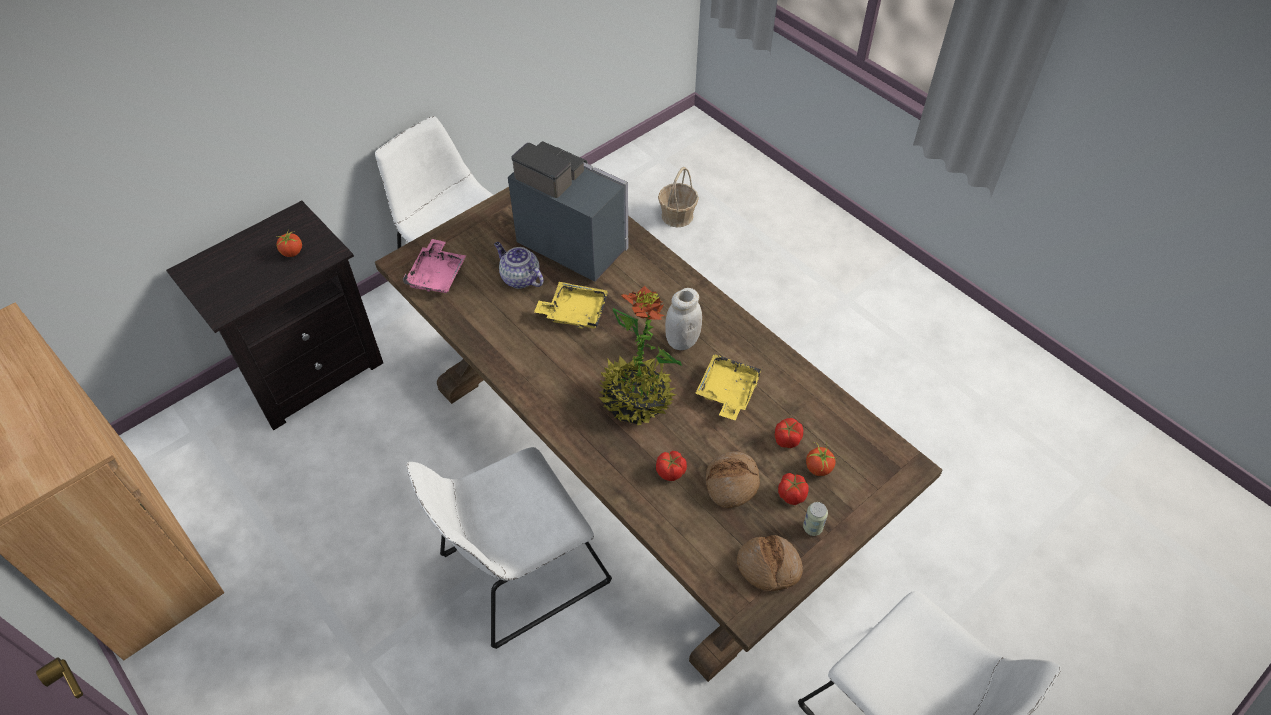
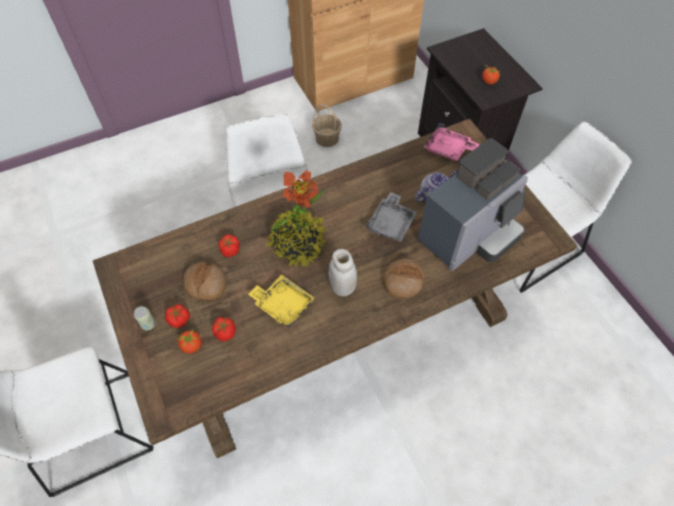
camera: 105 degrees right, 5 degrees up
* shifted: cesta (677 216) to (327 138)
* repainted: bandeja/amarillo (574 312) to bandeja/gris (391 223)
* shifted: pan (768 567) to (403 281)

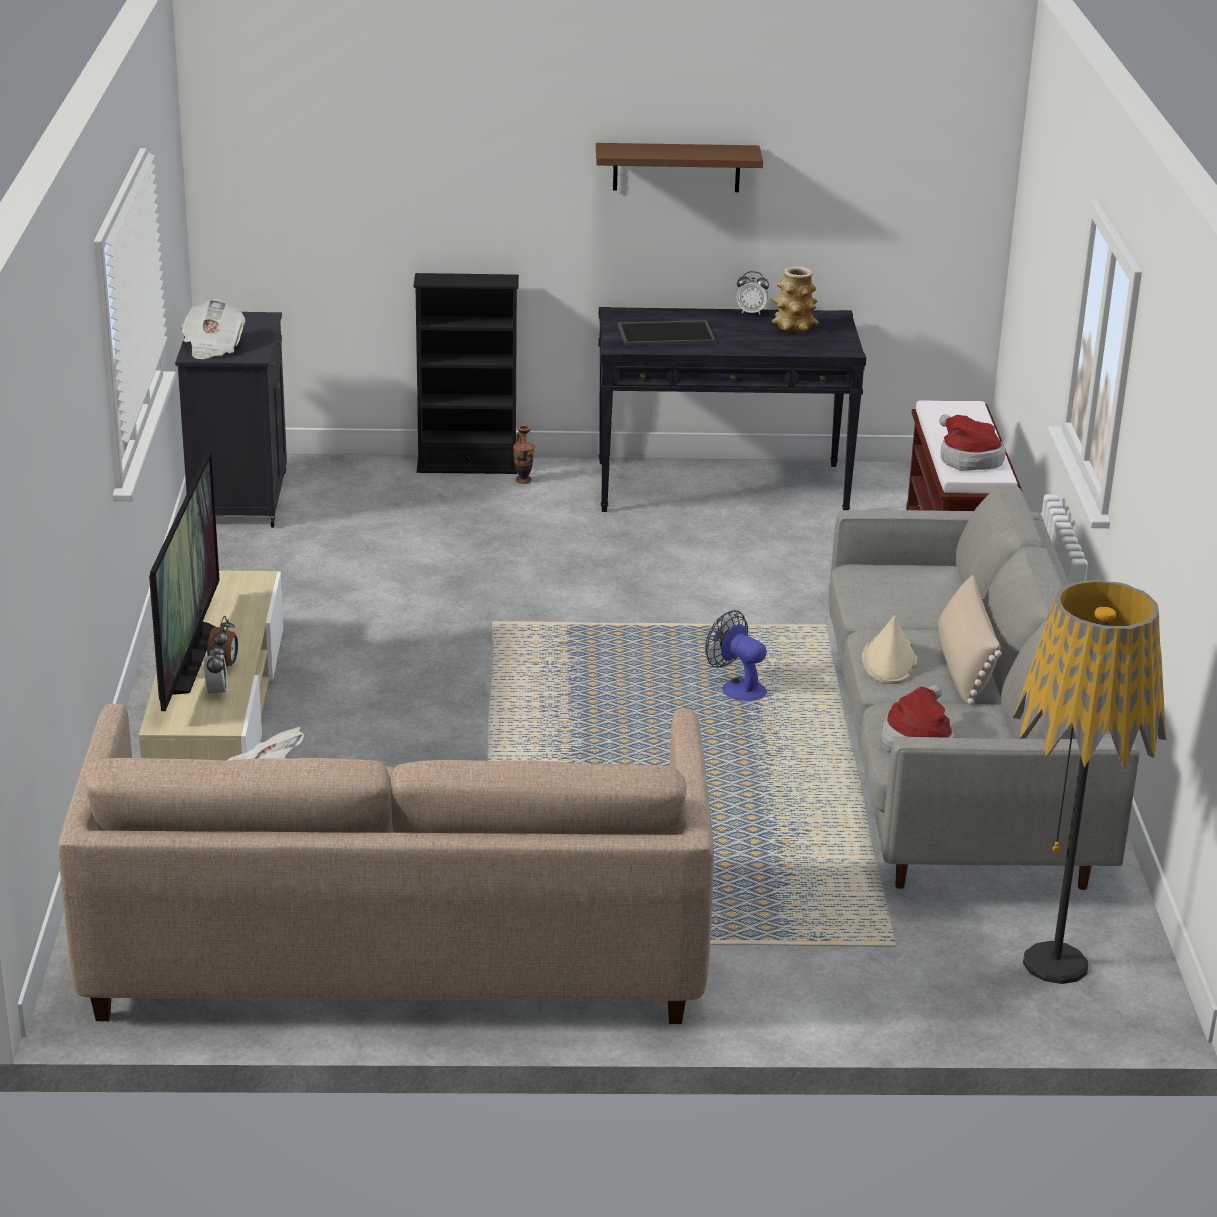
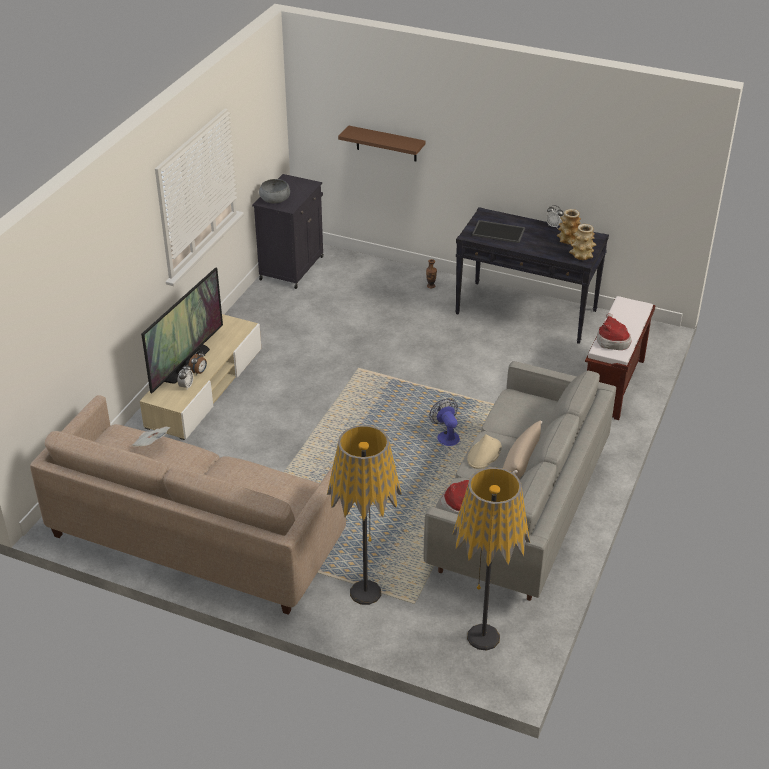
camera: 25 degrees right, 10 degrees up
* shifted: estante/marrón (676 167) to (386 144)
* gone: estantería/negro (467 466)
* swapped: periódico (212 347) to cuenco/gris (275 198)
* new: florero (581 255)
* new: lámpara de pie (365 592)

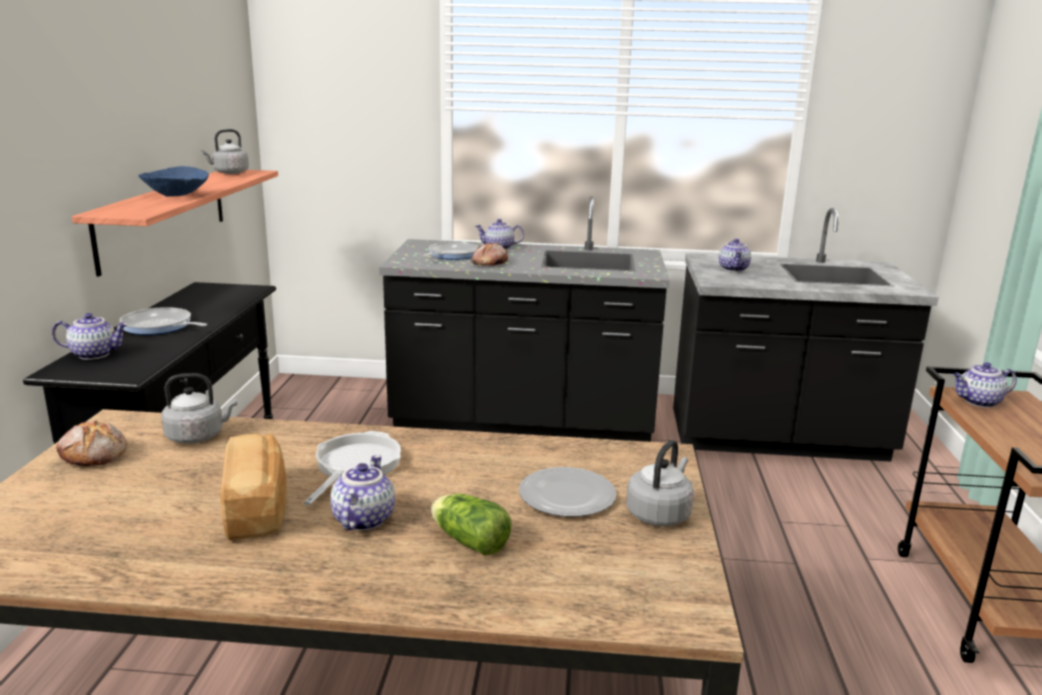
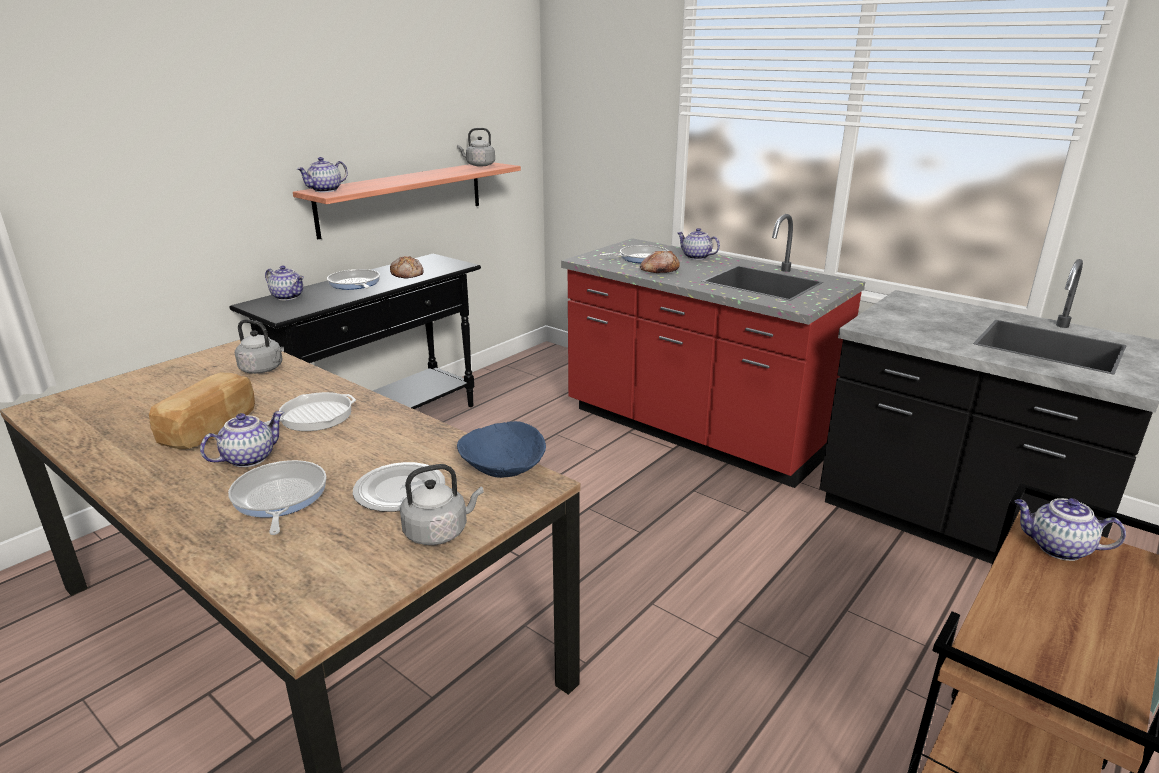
camera: 35 degrees right, 5 degrees up
* shifted: cuenco/azul (176 195) to (503 470)
* repainted: mueble bajo de cocina/negro (523 422) to mueble bajo de cocina/rojo (694 432)
* shifted: tetera (734 269) to (325 190)
* shifted: pan (95 454) to (407 274)
* swapped: lechuga (468 540) to sartén (279 498)

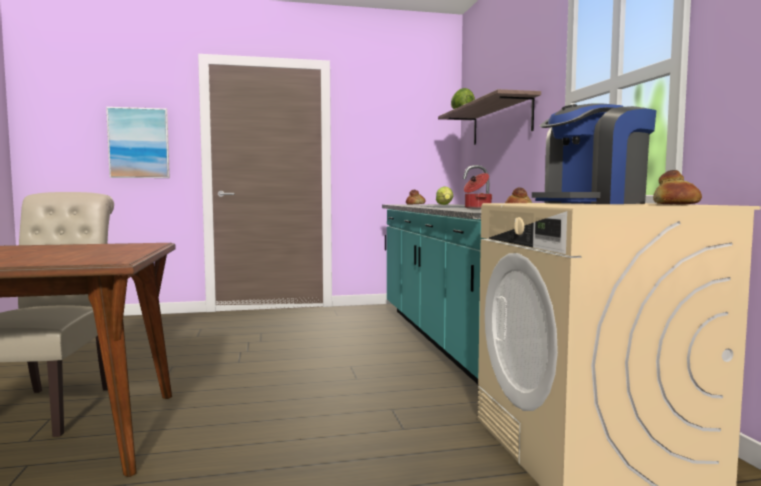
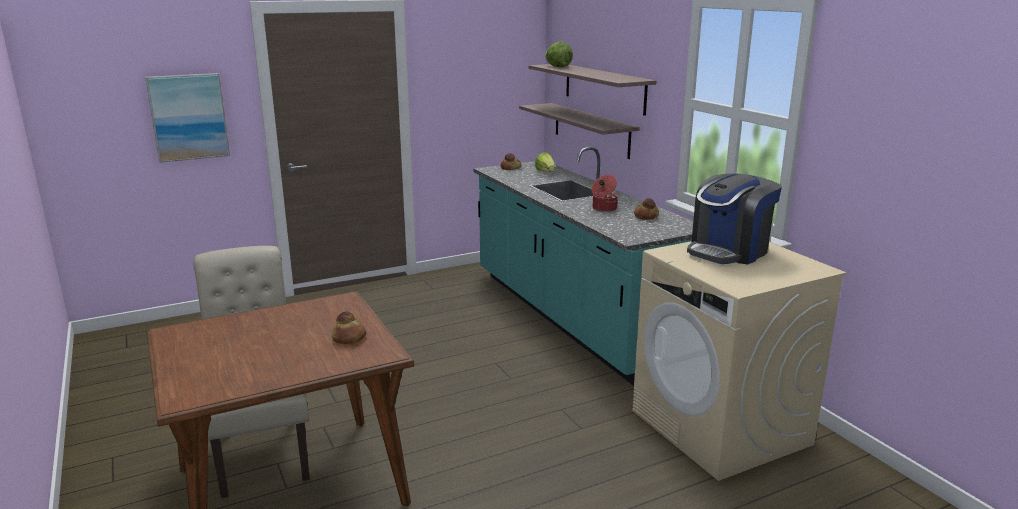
camera: 15 degrees left, 15 degrees up
* shifted: pan (675 204) to (349 338)
* new: estante (591 129)

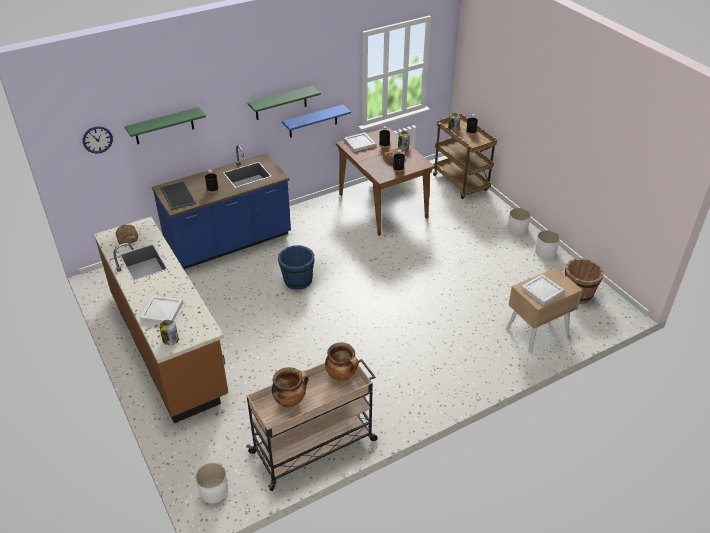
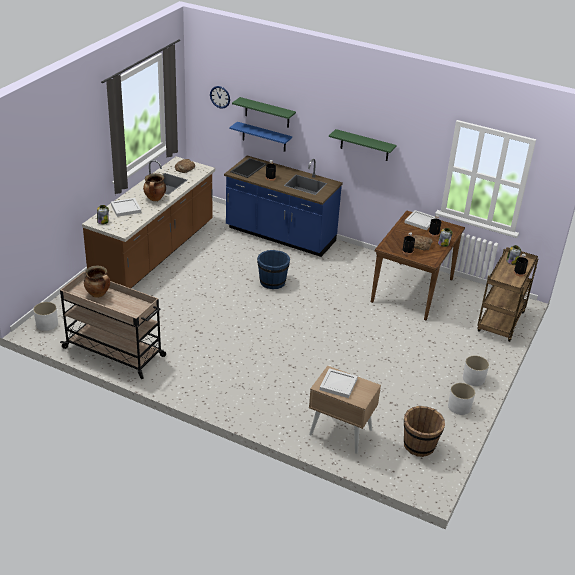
camera: 55 degrees right, 5 degrees down
* shifted: estante/azul (313 121) to (264 137)
* shifted: olla (342 376) to (155 199)

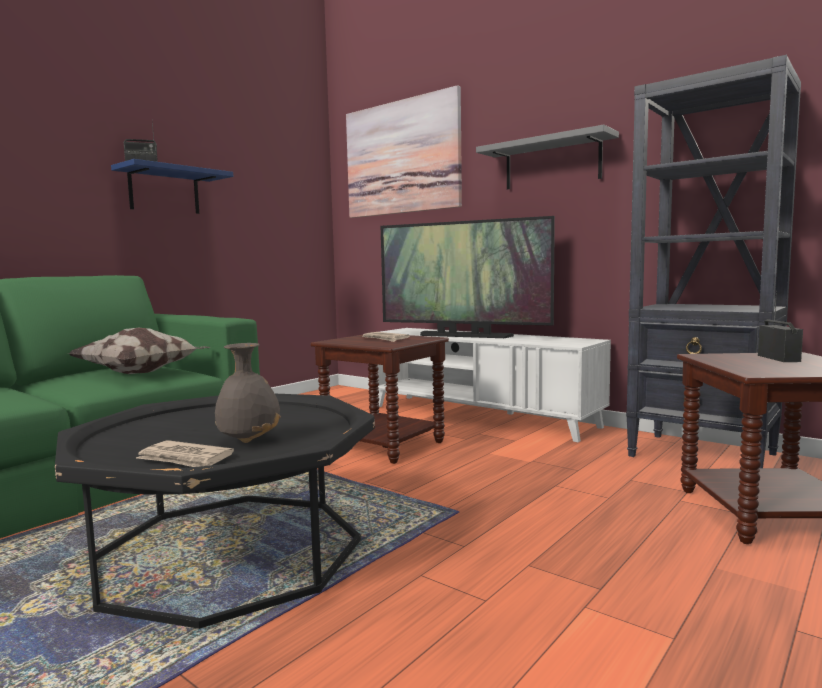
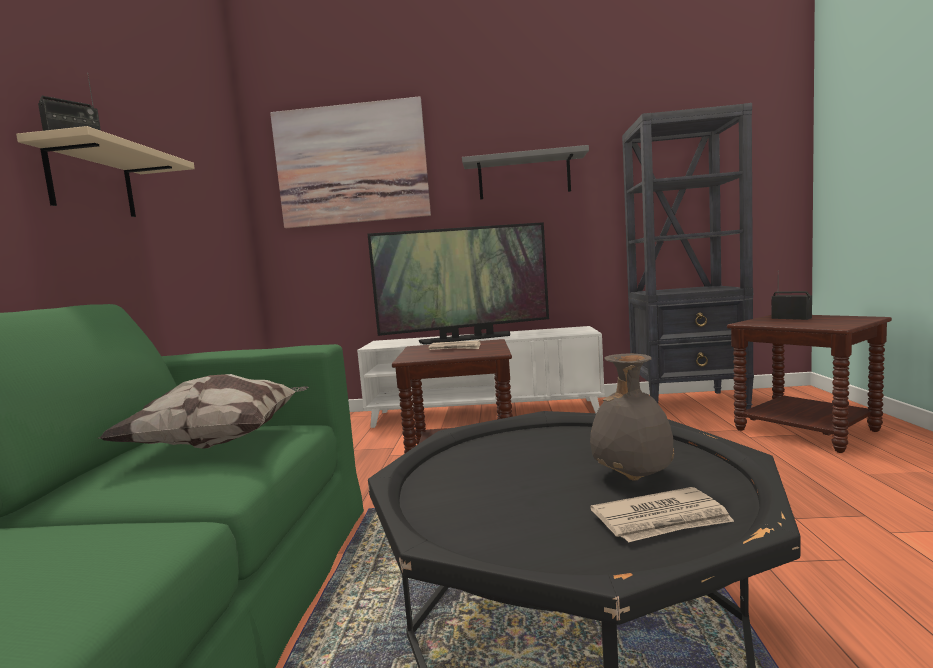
camera: 35 degrees left, 0 degrees up
* repainted: estante/azul (164 191) to estante/beis (91 182)

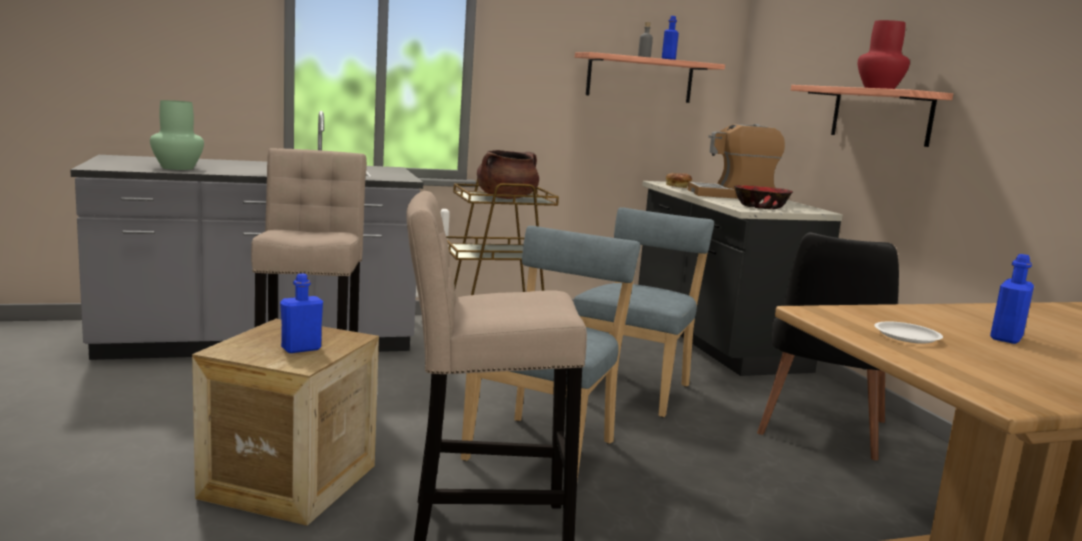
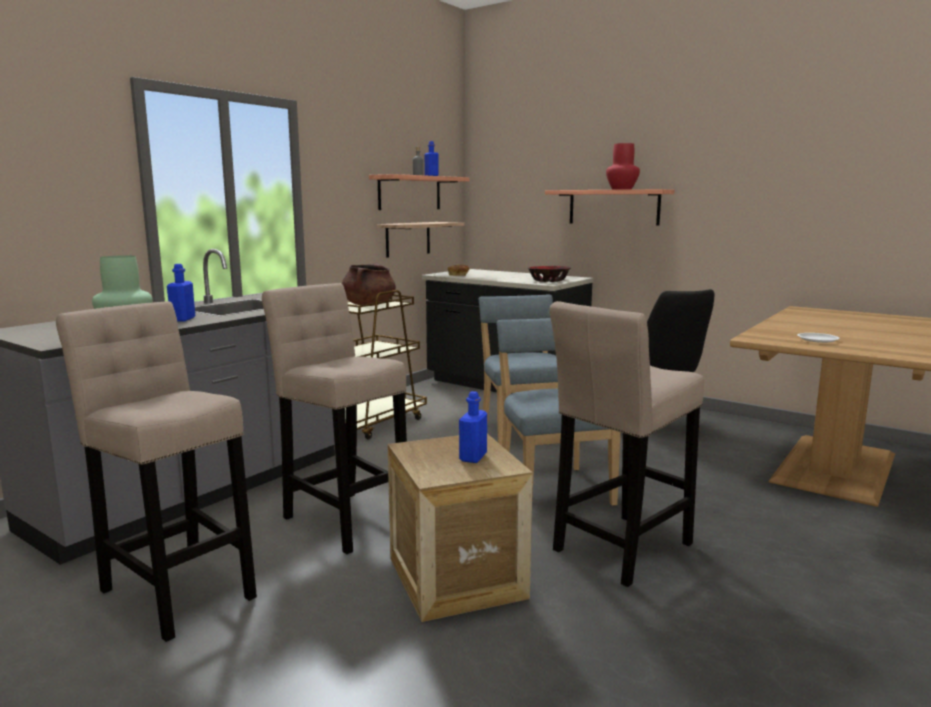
camera: 35 degrees left, 0 degrees up
* gone: cafetera (732 195)
* shifted: botella/azul (1006 338) to (183 319)
* new: estante (408 239)
* new: taburete/beis (175 589)

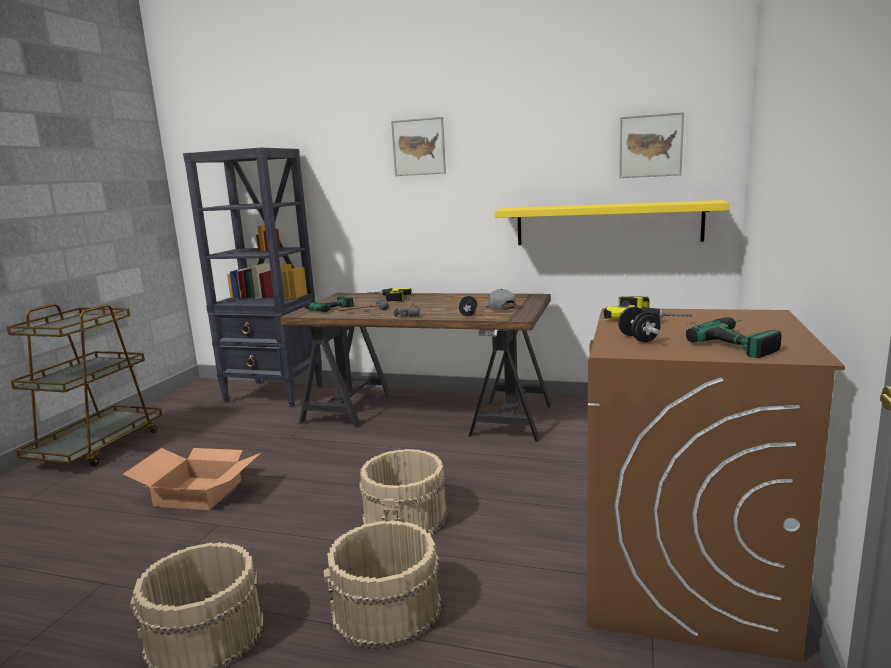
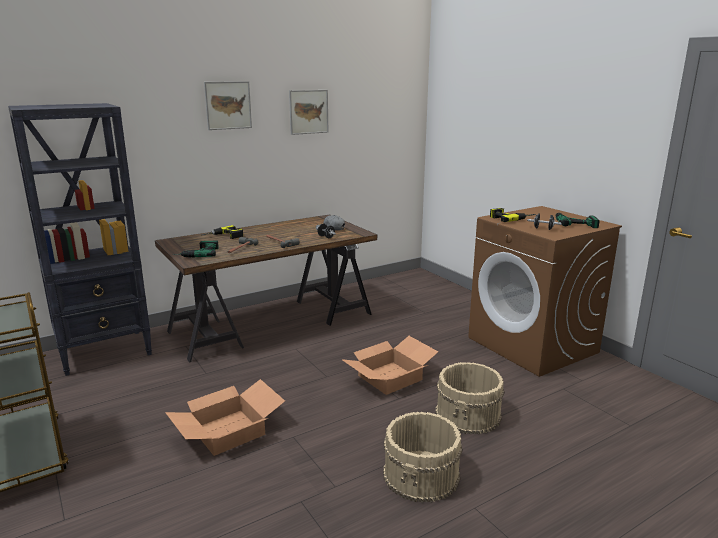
camera: 50 degrees left, 5 degrees up
* shifted: cuadro (650 146) to (308 112)
* gone: estante/amarillo (607 223)
* swapped: cubo/beis (406 517) to caja de cartón (390 377)

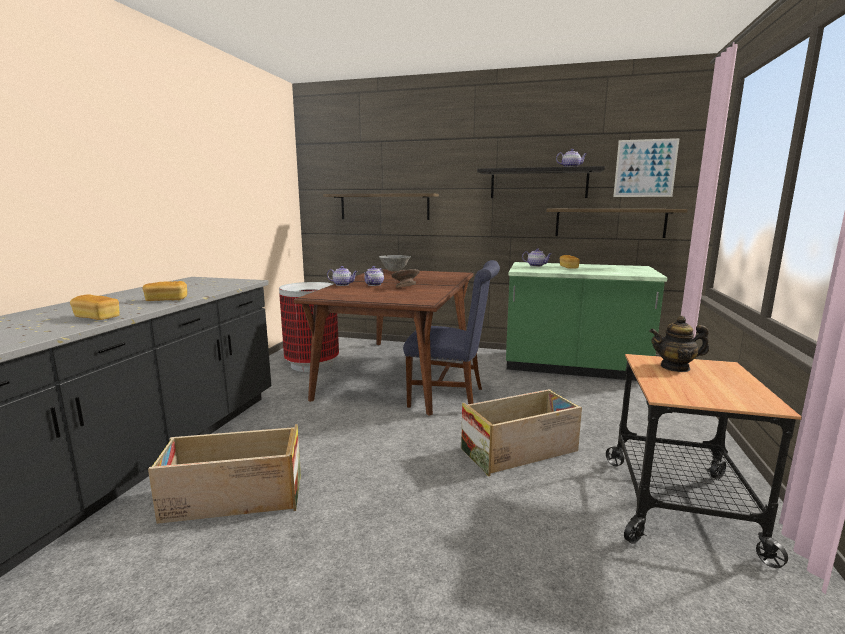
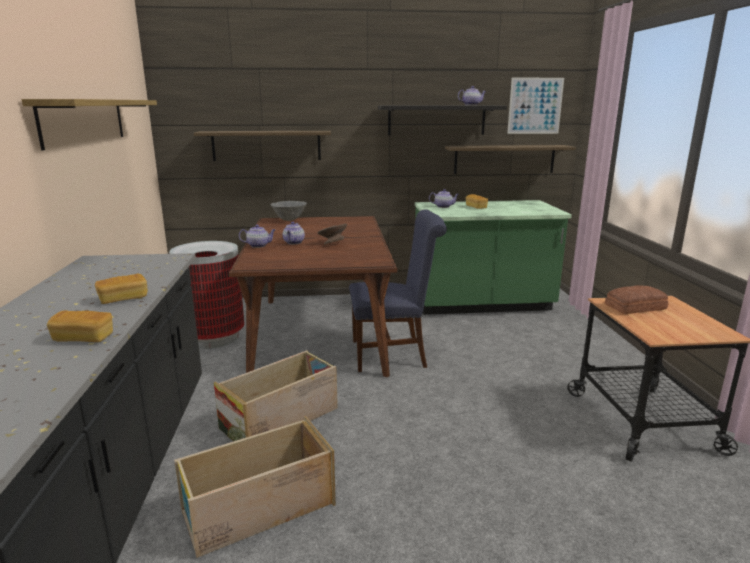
camera: 20 degrees left, 5 degrees up
* swapped: tetera (675 367) to pan (637 307)
* shifted: caja de embalaje (520 450) to (281 418)
* new: estante (84 121)

